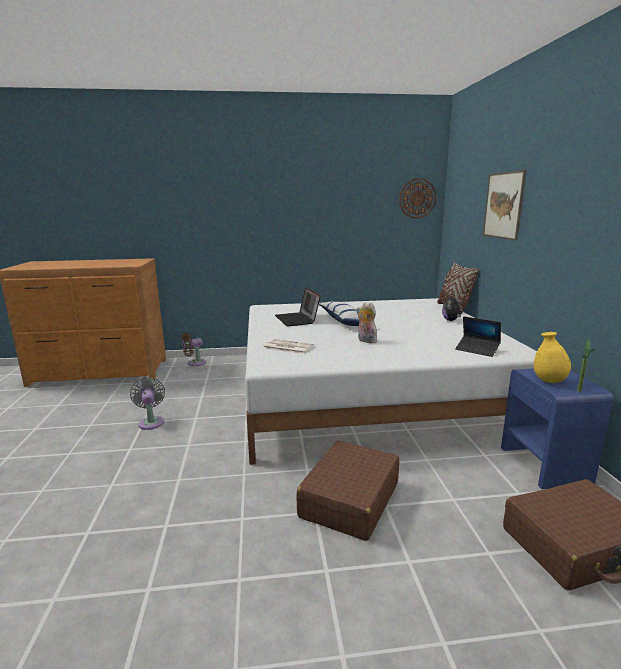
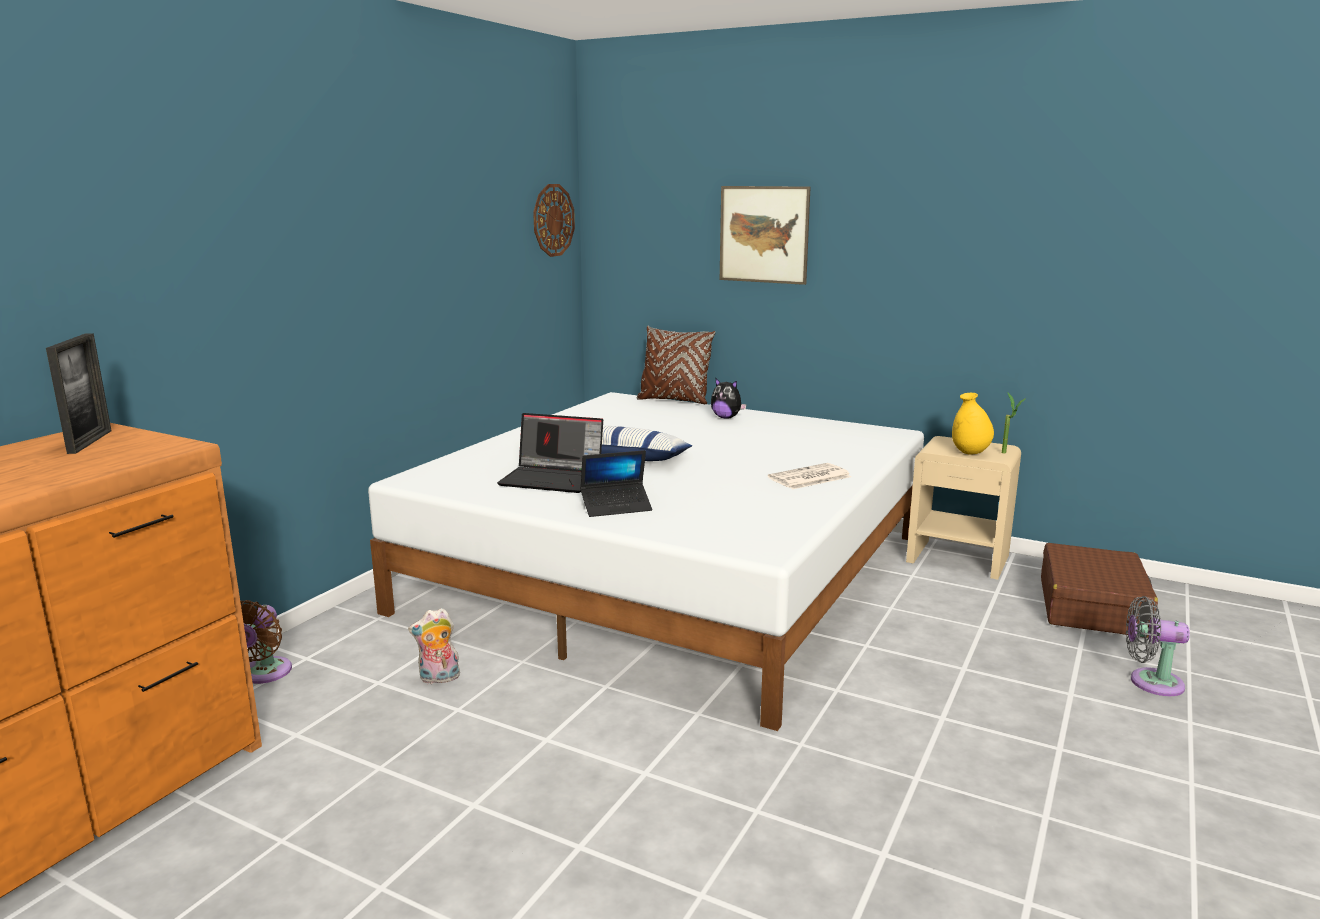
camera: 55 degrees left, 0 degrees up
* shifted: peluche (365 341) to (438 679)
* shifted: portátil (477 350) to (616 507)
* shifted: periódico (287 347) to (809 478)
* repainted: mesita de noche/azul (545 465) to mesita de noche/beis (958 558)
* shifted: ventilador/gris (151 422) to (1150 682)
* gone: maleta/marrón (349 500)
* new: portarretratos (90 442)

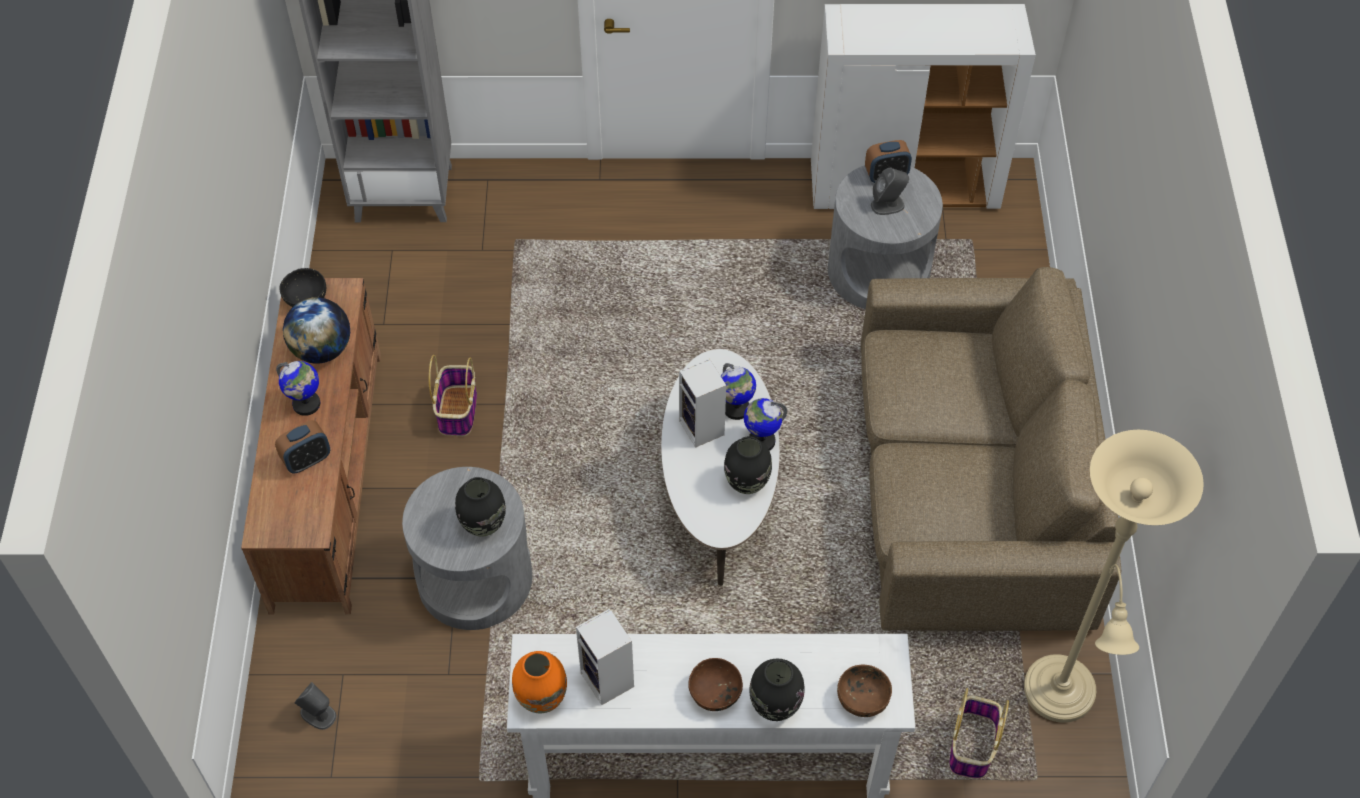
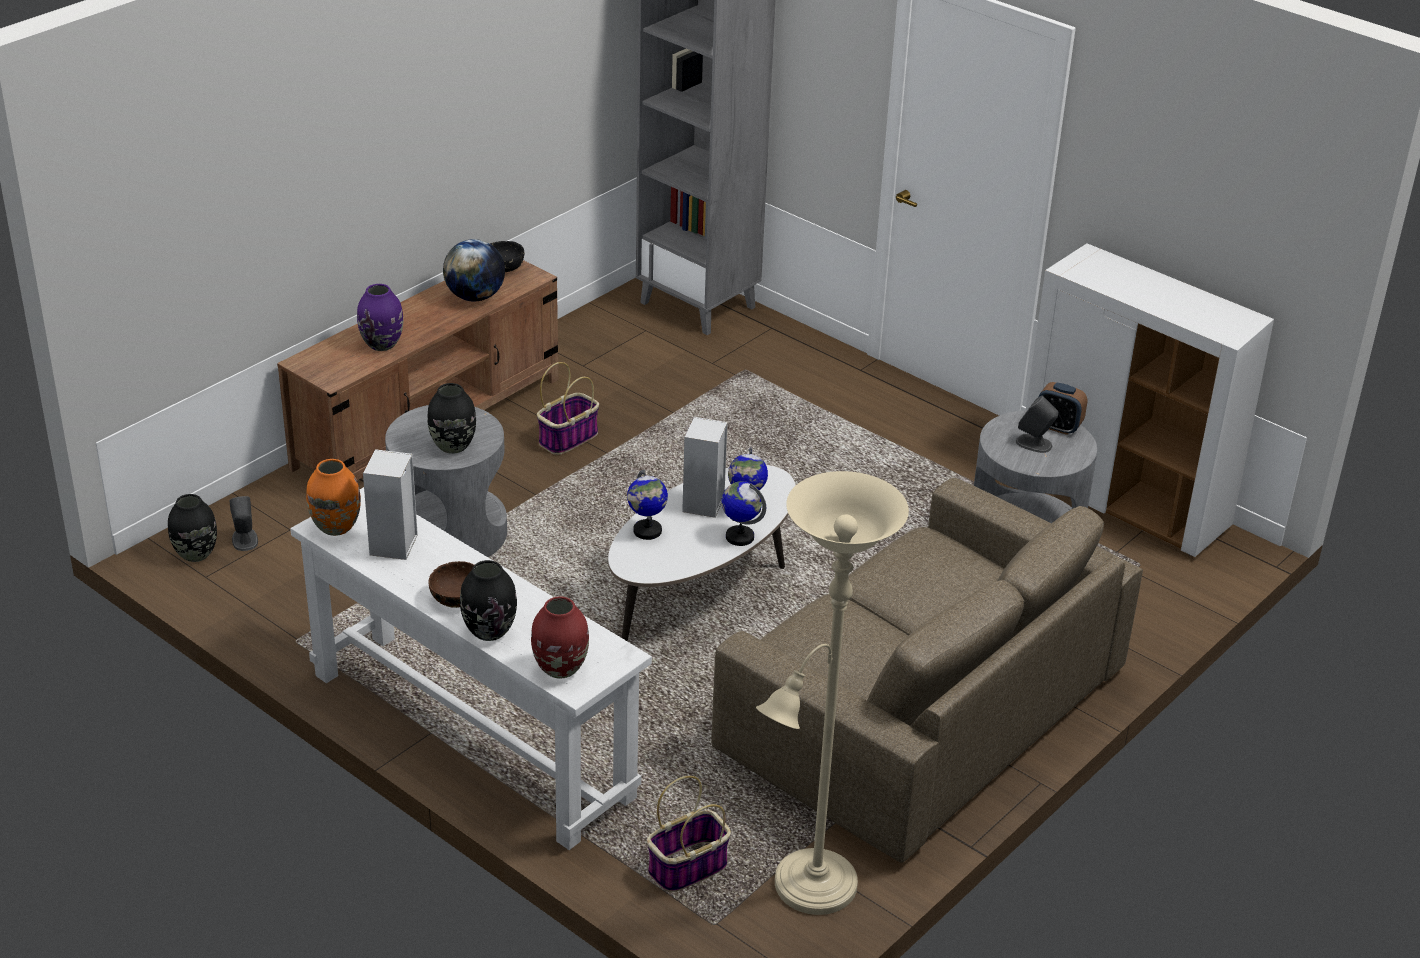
camera: 40 degrees right, 20 degrees down
* shifted: globo terráqueo (306 404) to (647 531)
* swapped: despertador (307 460) to florero/morado (382 344)
* shifted: florero/negro (746 483) to (195 554)
* swapped: cuenco/marrón (863 698) to florero/rojo (561 668)

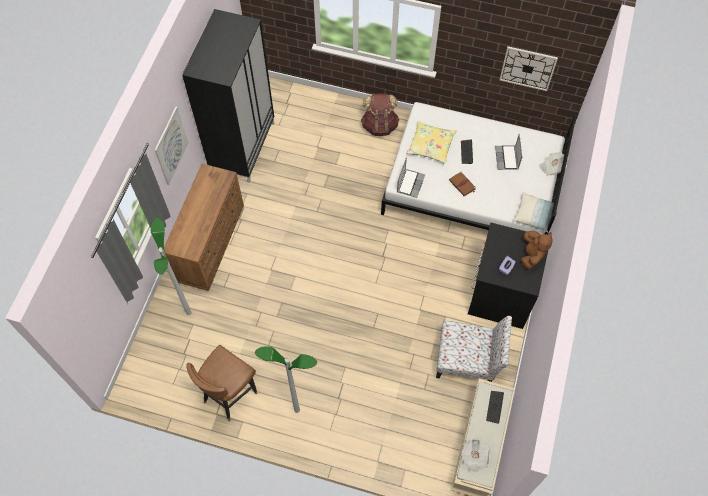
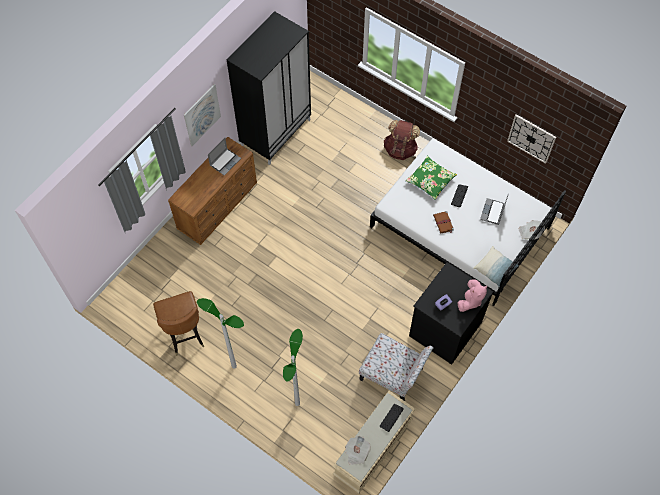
camera: 20 degrees right, 0 degrees up
* repainted: cojín/amarillo (430 145) to cojín/verde (430 180)
* shifted: portátil (410 183) to (225 162)
* shifted: lámpara de pie (188 312) to (297 403)
* repainted: peluche/marrón (532 254) to peluche/rosa (470 300)
* rotated: silla/marrón (229 395) = (185 335) 75 degrees counterclockwise

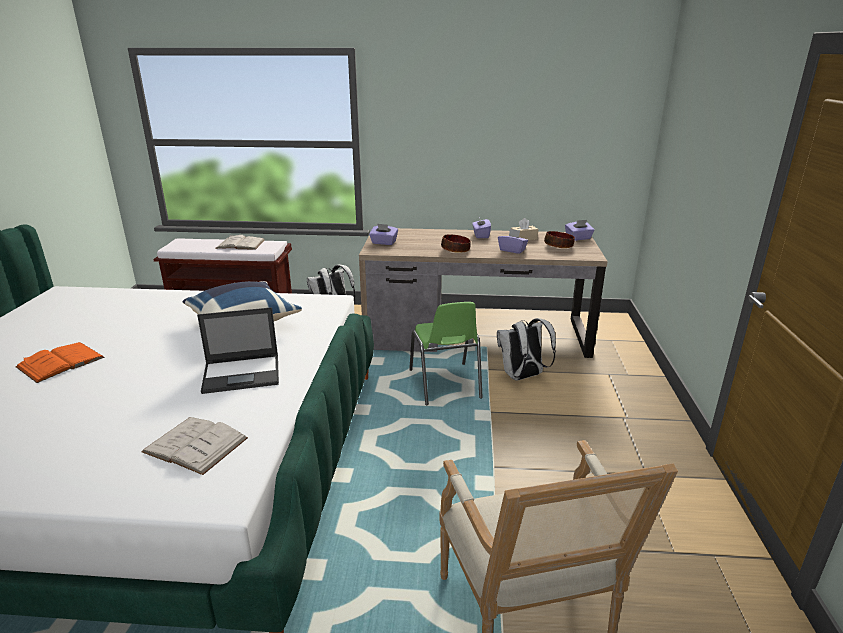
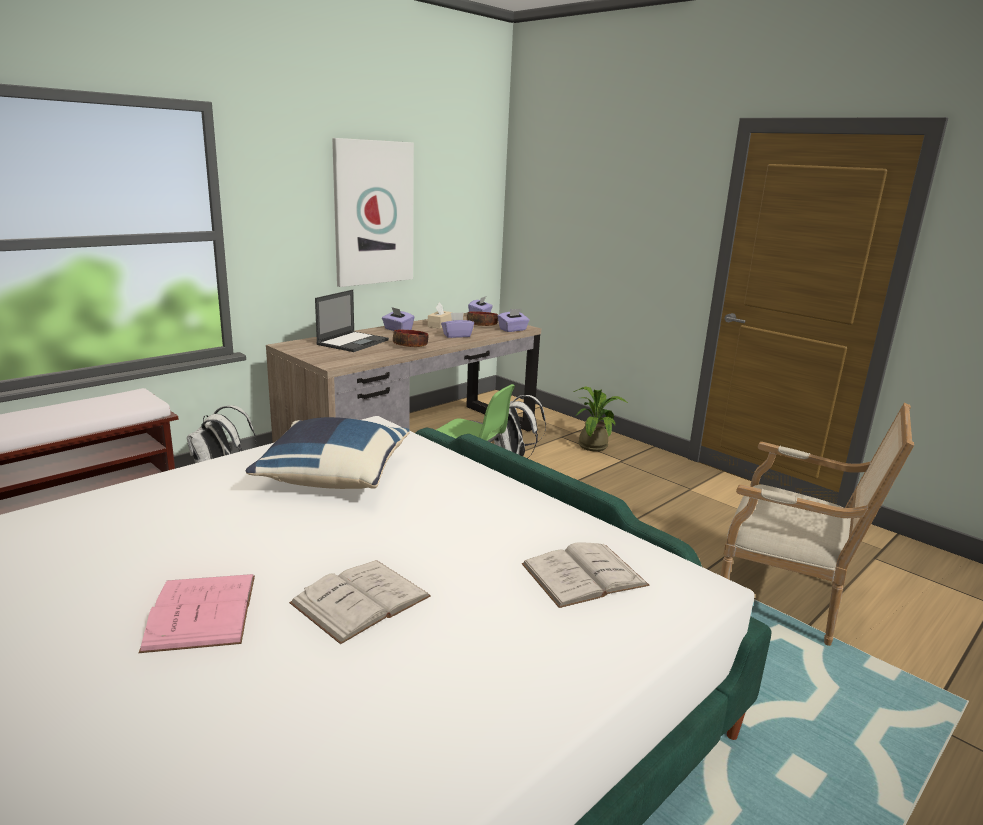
camera: 50 degrees left, 5 degrees down
* shifted: caja de pañuelos/morado (383 242) to (513 330)
* shifted: libro/blanco (240 244) to (361 599)
* shifted: portátil (243 374) to (353 342)
* repainted: libro/naranja (60 362) to libro/rosa (201 611)
* new: cuadro (373 213)
* new: planta en maceta (594 445)

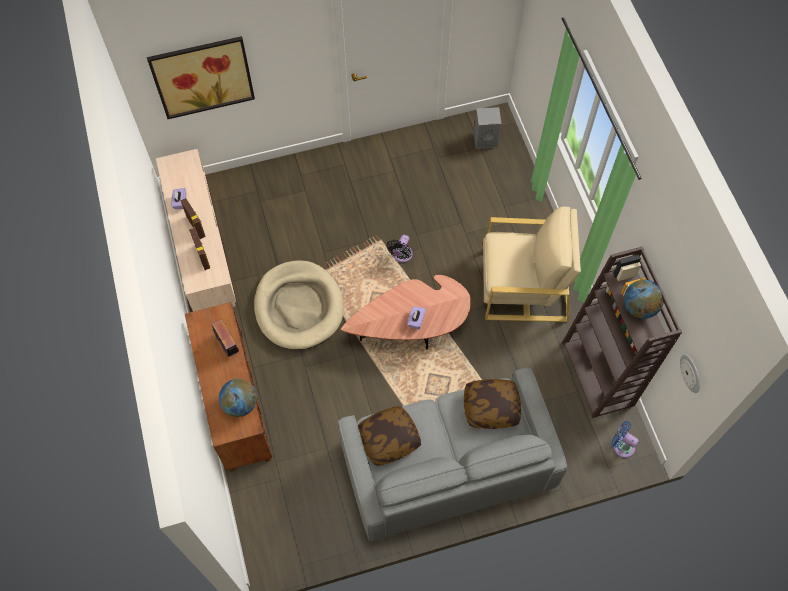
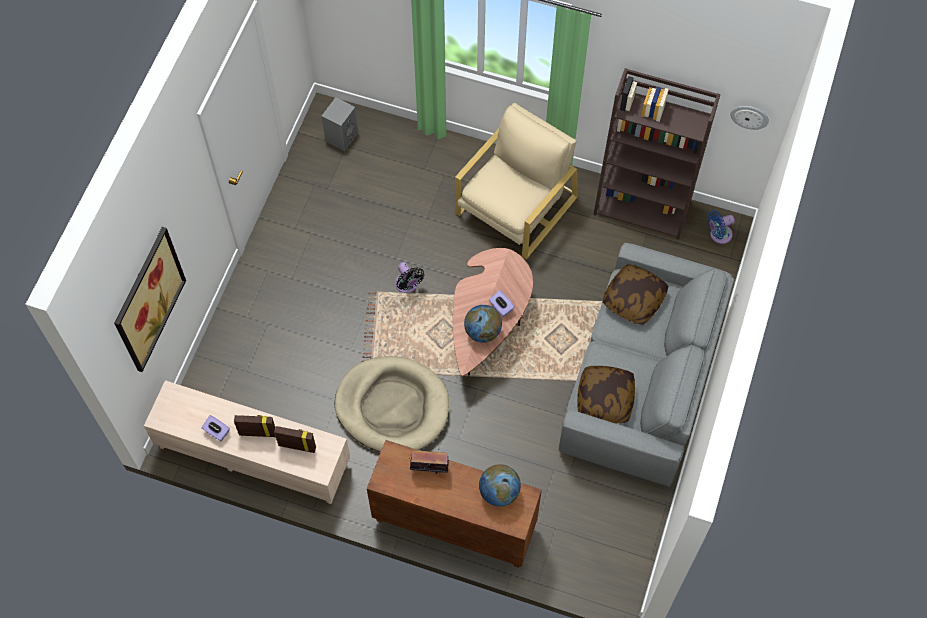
camera: 55 degrees left, 0 degrees up
* shifted: globo terráqueo (639 307) to (482 331)

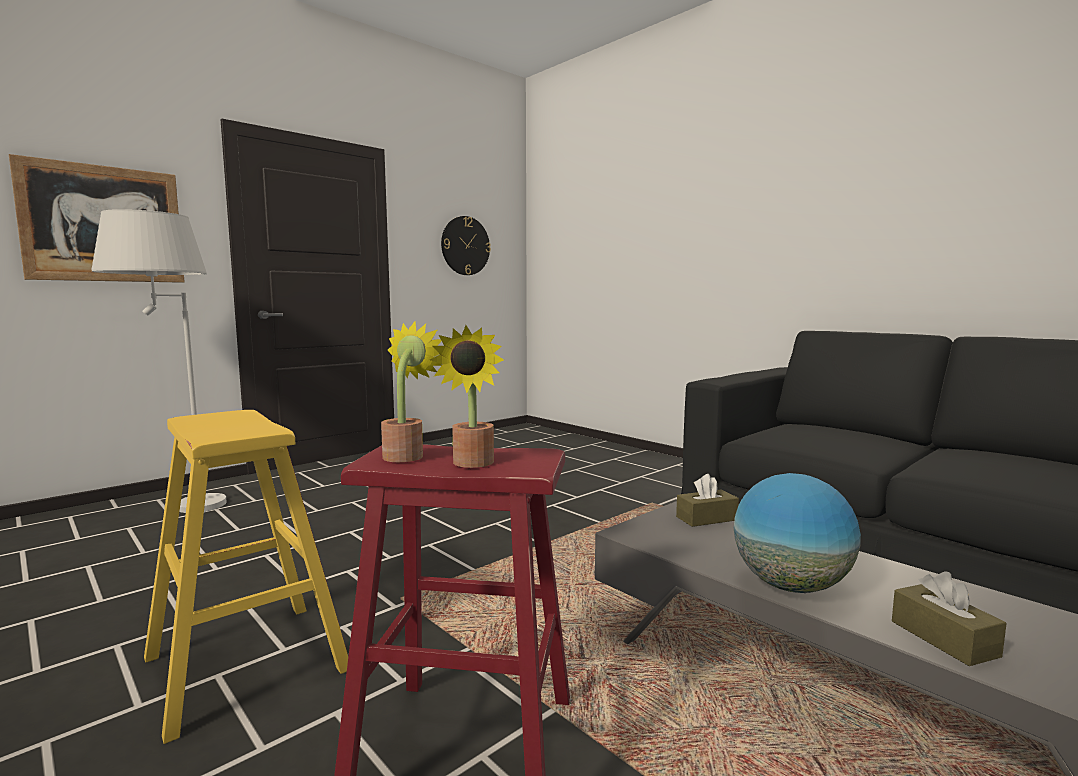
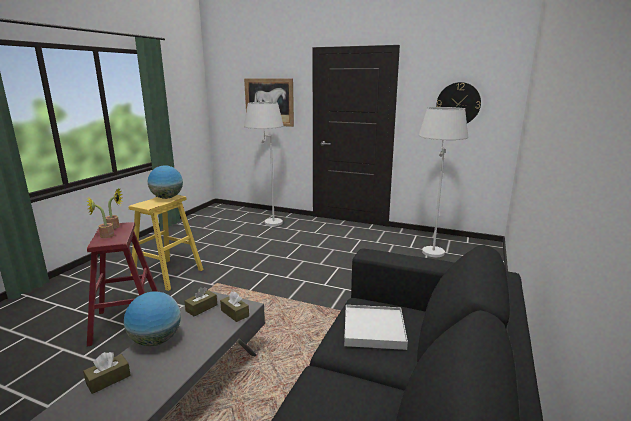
camera: 65 degrees right, 10 degrees up
* new: lámpara de pie/blanco (431 247)
* new: globo terráqueo (167 197)
* new: caja de pañuelos/marrón (201 308)
* new: bandeja/blanco (374 329)

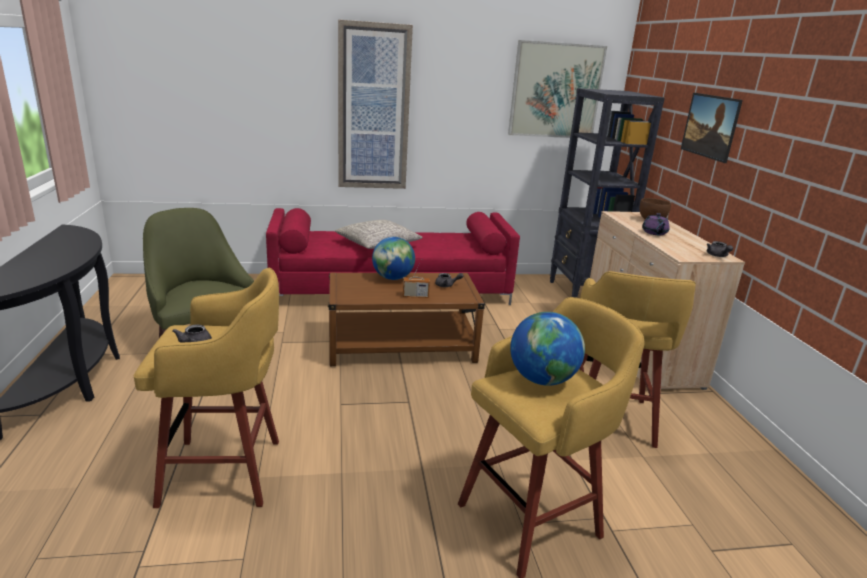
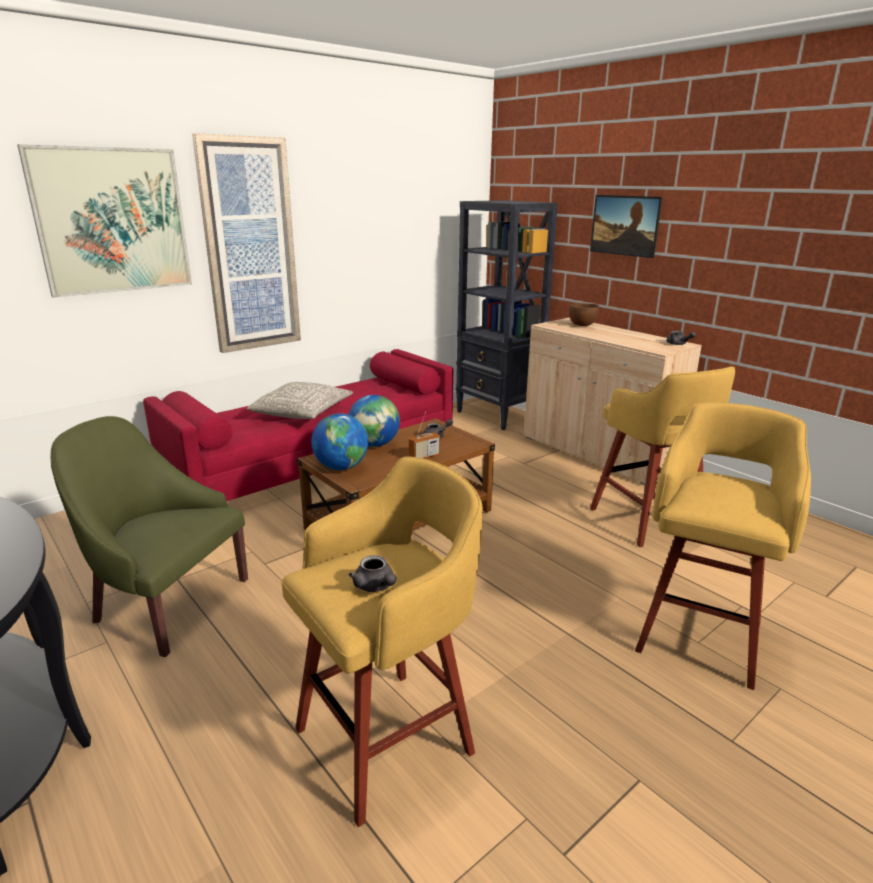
camera: 30 degrees left, 0 degrees up
* shifted: cuadro (555 91) to (112 221)
* gone: tetera/morado (654 233)
* shifted: globo terráqueo (542 379) to (341 467)

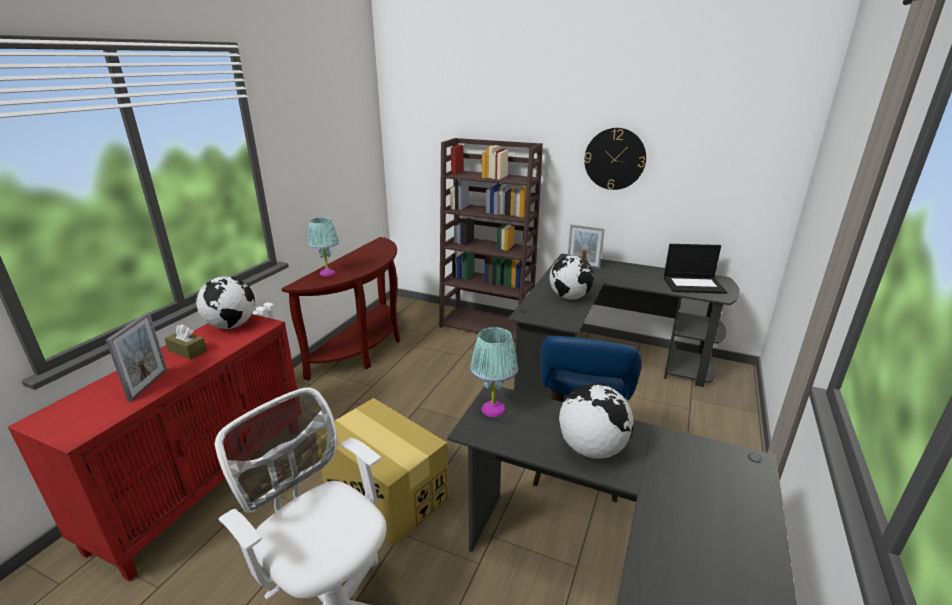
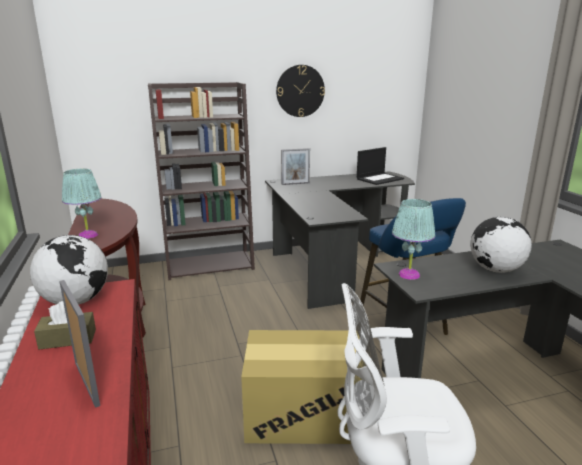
camera: 40 degrees left, 5 degrees down
* gone: globo terráqueo (570 297)

